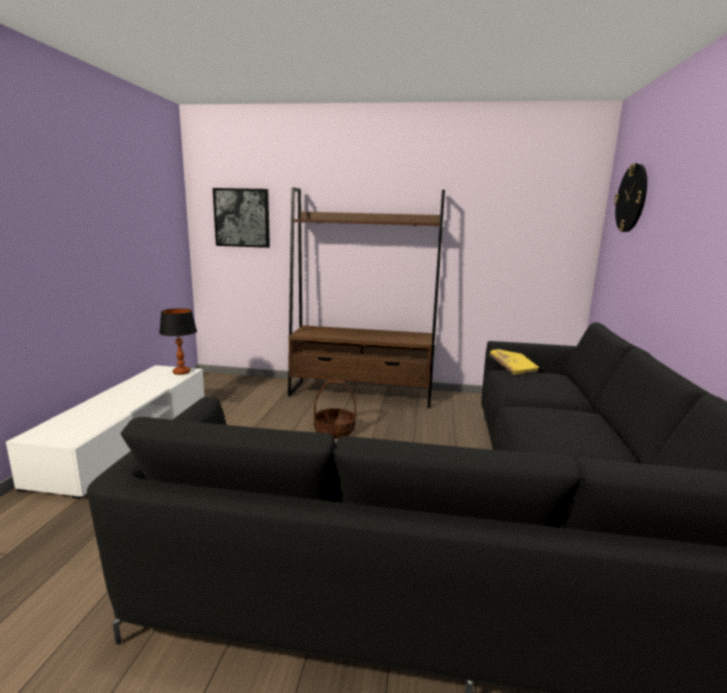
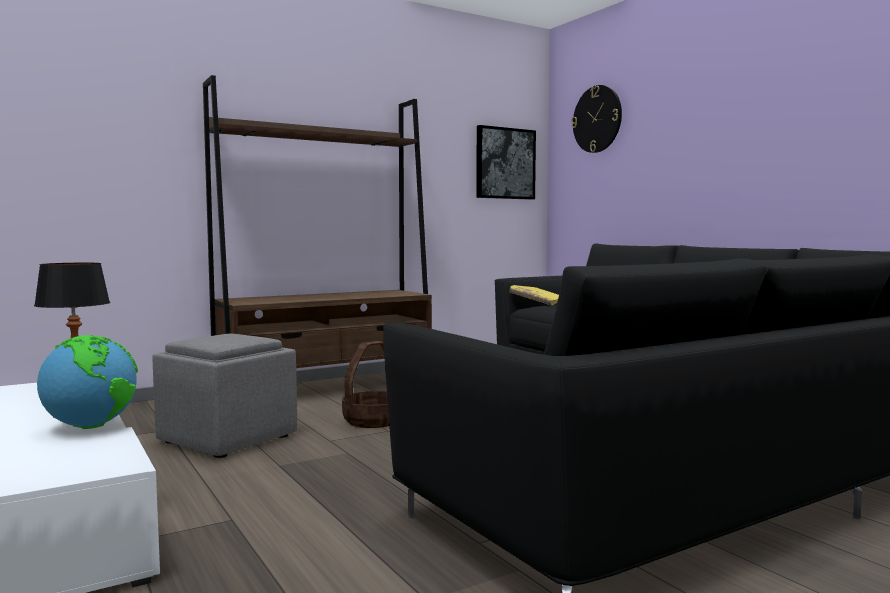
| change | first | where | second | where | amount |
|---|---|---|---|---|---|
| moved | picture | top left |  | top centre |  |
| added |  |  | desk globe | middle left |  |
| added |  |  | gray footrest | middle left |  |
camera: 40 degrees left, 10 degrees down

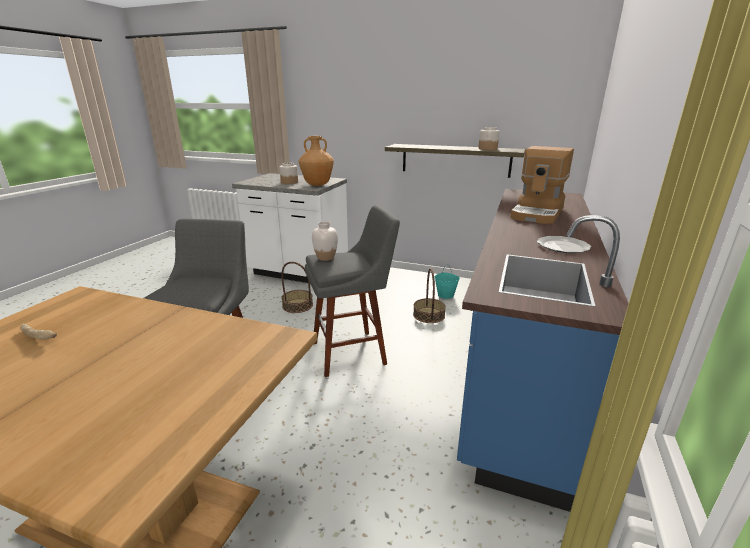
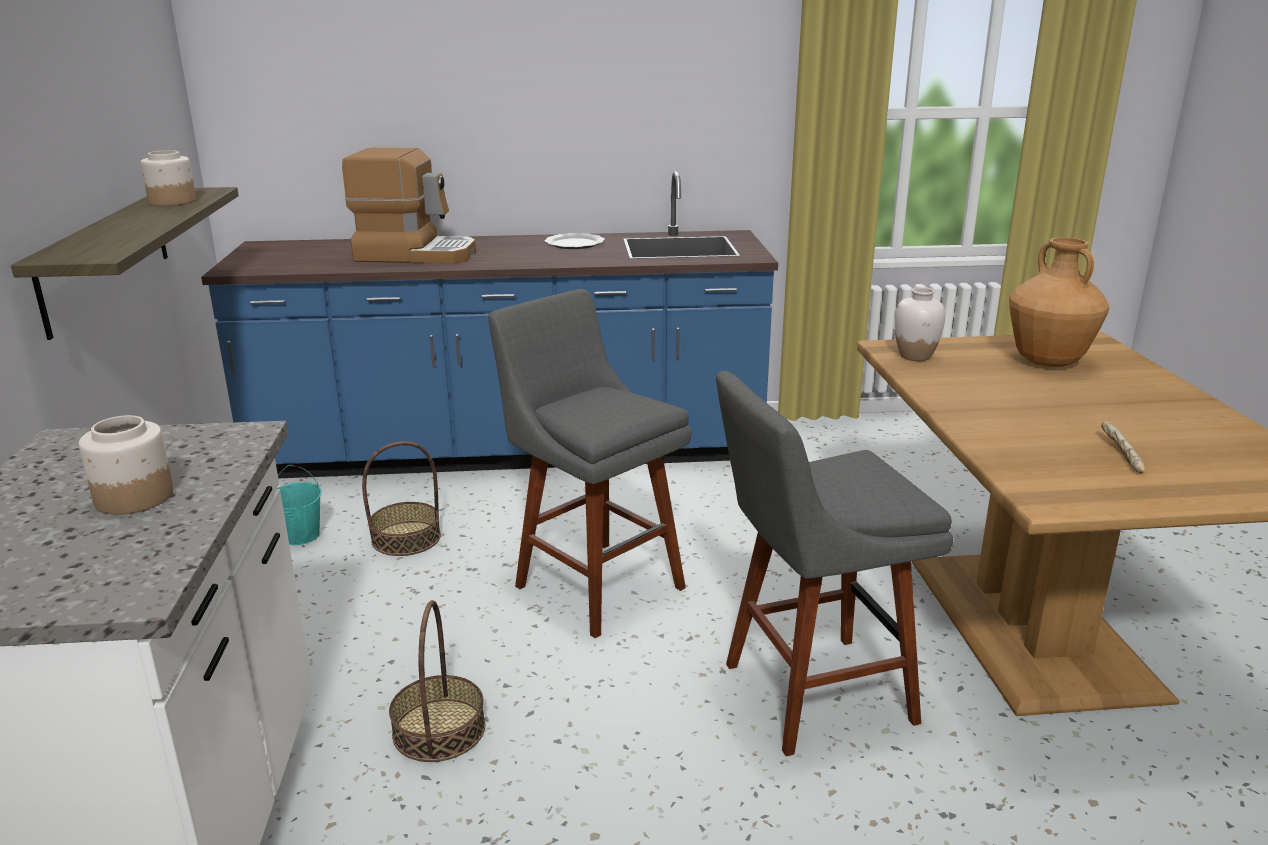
| change | first | where | second | where | amount |
|---|---|---|---|---|---|
| moved | brown-coloured vase | top centre |  | middle right |  |
| moved | white vase | centre |  | middle right |  |
camera: 115 degrees left, 0 degrees up

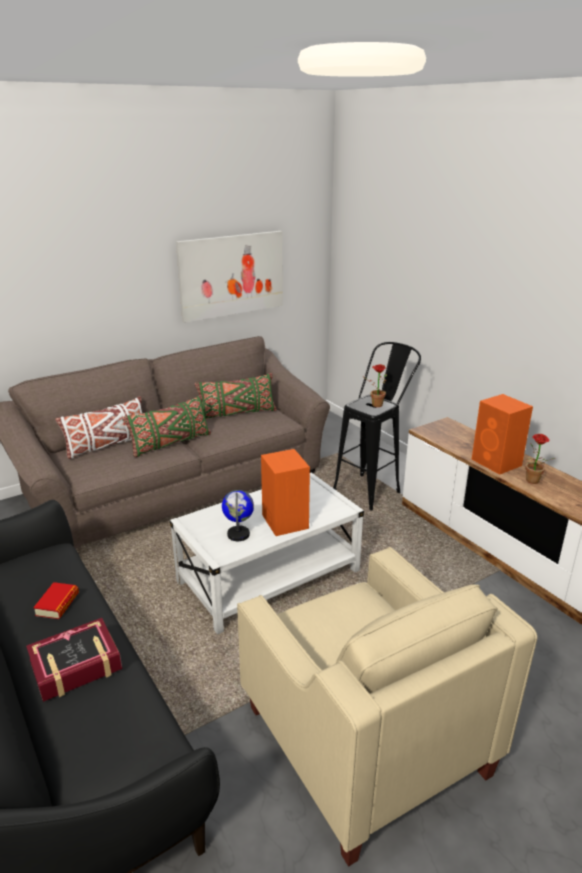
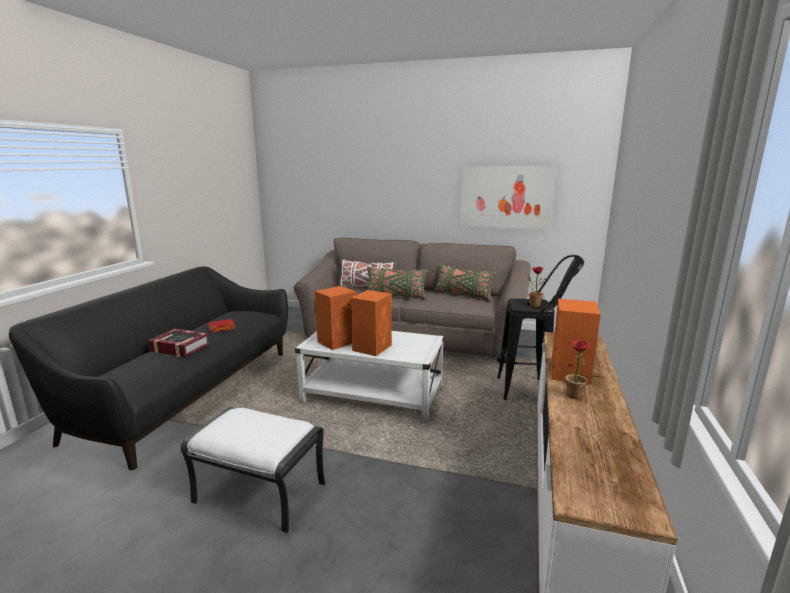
| change | first | where | second | where | amount |
|---|---|---|---|---|---|
| replaced | desk globe | centre | orange-coloured audio speaker (1st from left) | centre |  |
| replaced | beige easy chair | bottom centre | white footrest | bottom left |  |
camera: 50 degrees right, 10 degrees down

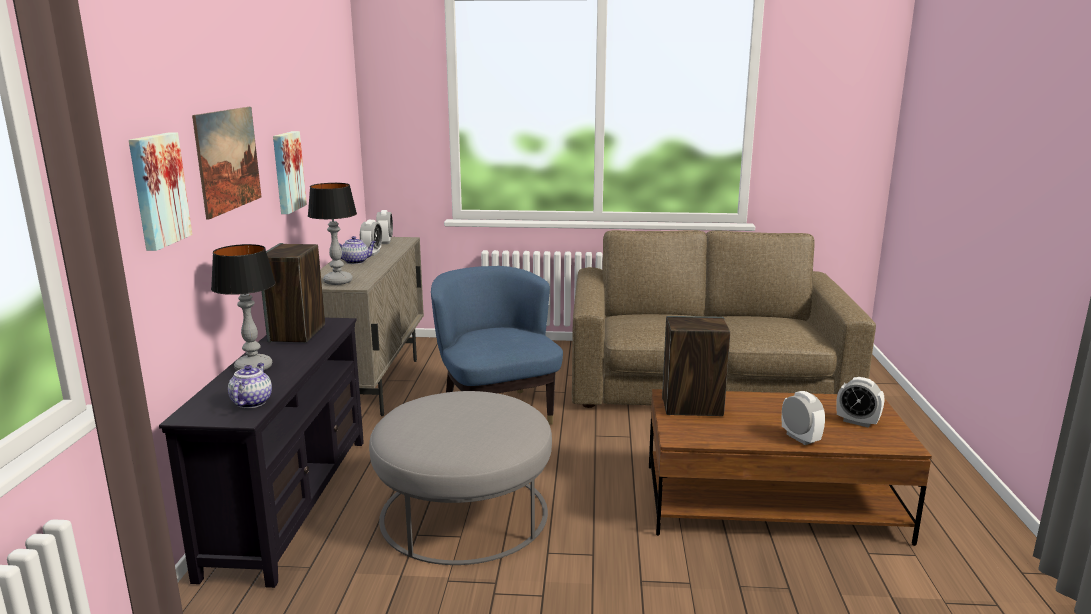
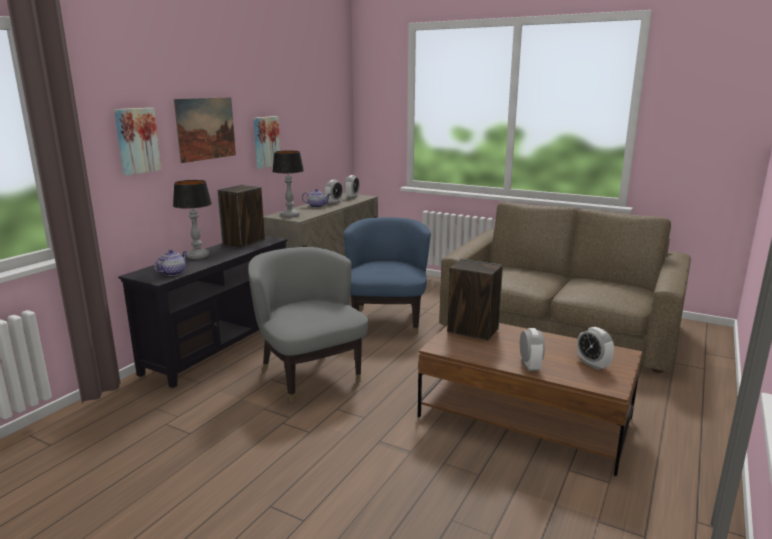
| change | first | where | second | where | amount |
|---|---|---|---|---|---|
| replaced | gray footrest | bottom centre | gray easy chair | centre |  |
camera: 25 degrees right, 0 degrees up

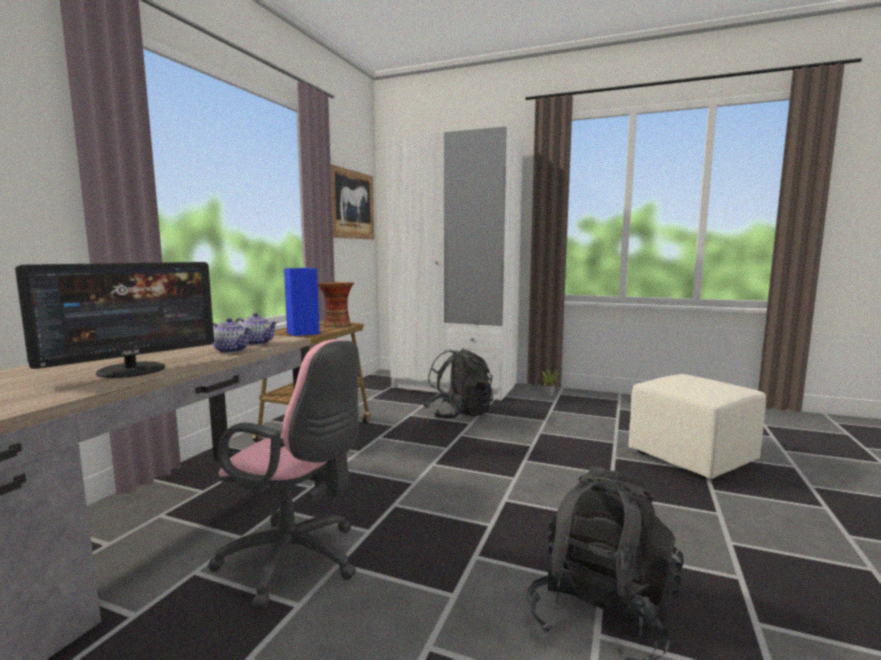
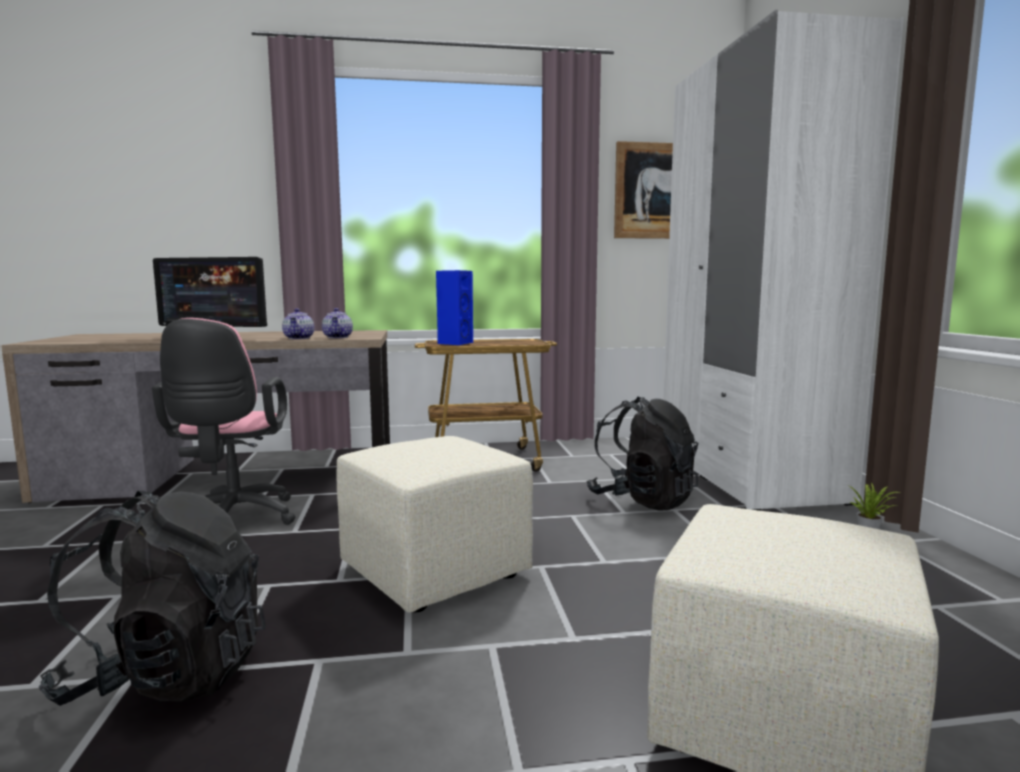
| change | first | where | second | where | amount |
|---|---|---|---|---|---|
| removed | vase | centre |  |  |  |
| added |  |  | beige footrest (1st from left) | bottom centre |  |
camera: 60 degrees right, 0 degrees up

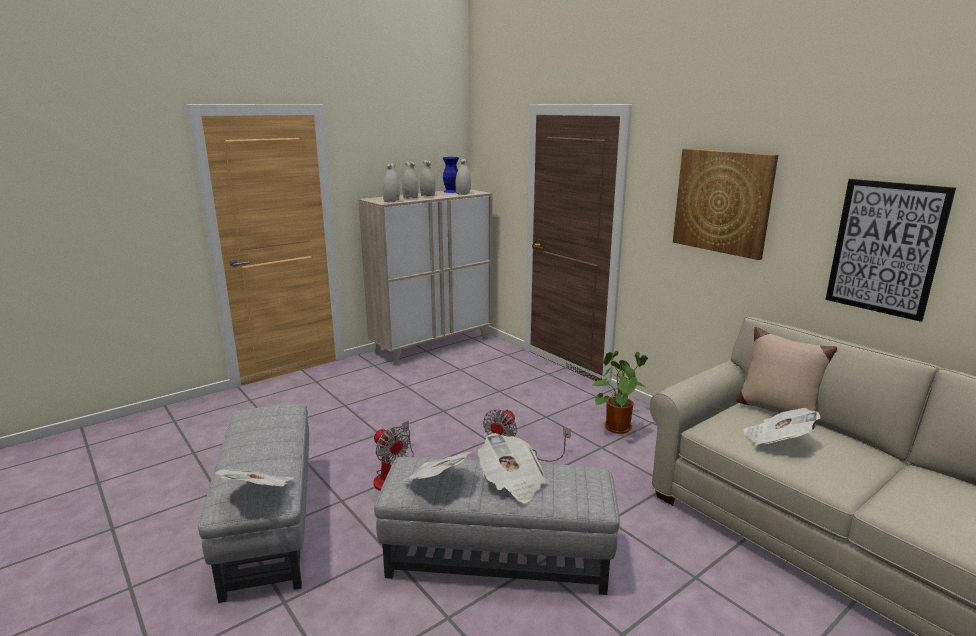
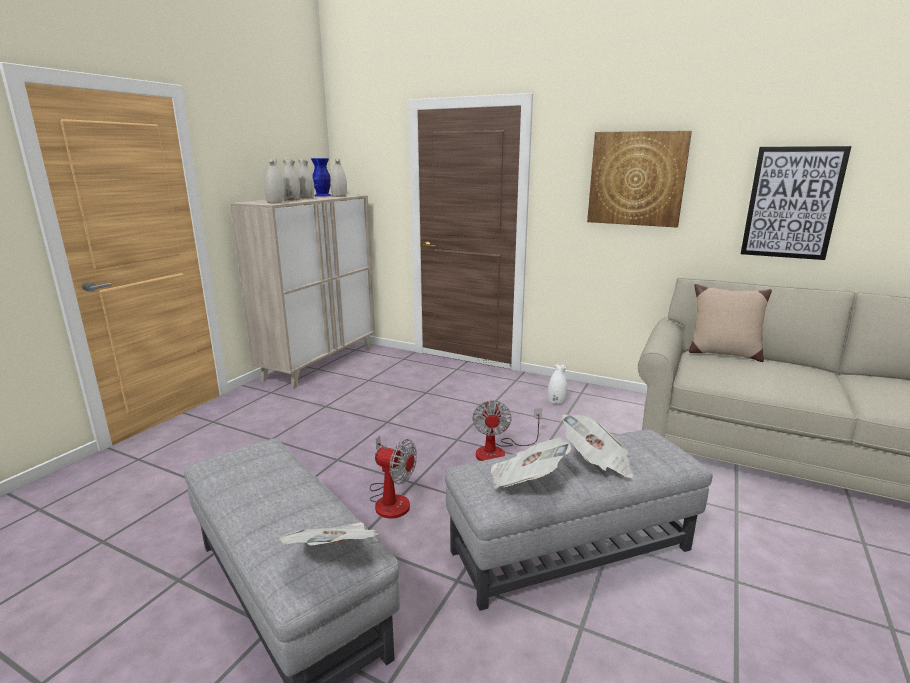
| change | first | where | second | where | amount |
|---|---|---|---|---|---|
| replaced | houseplant | centre | white vase (5th from left) | centre |  |
| removed | printed paper (4th from left) | bottom right |  |  |  |
camera: 25 degrees left, 0 degrees up

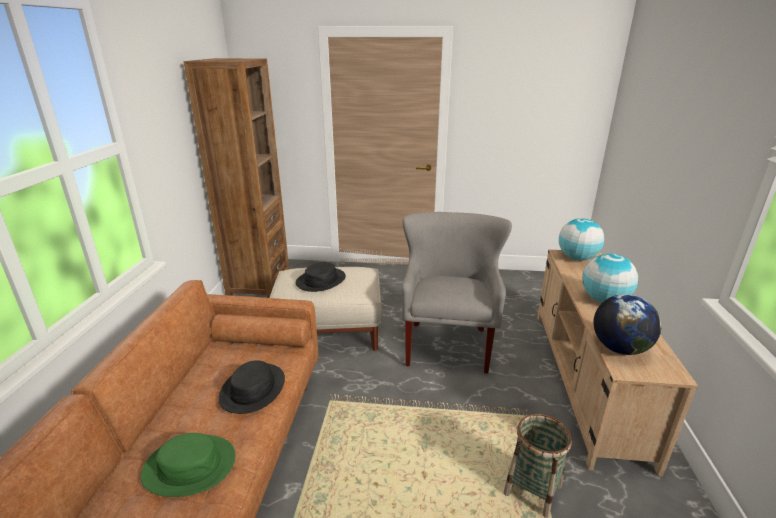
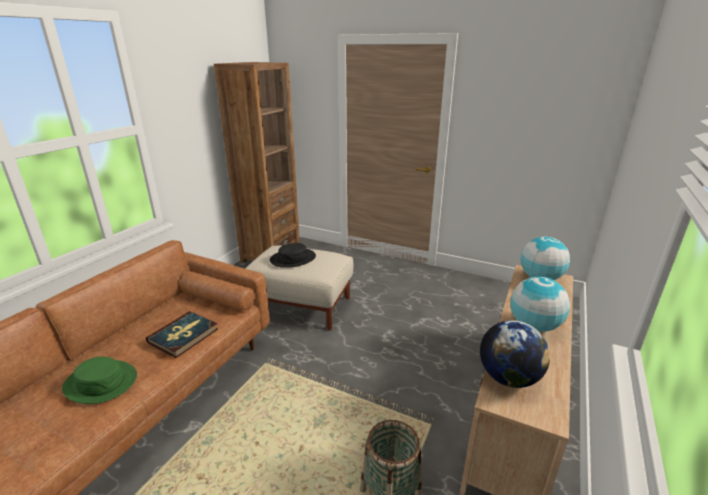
| change | first | where | second | where | amount |
|---|---|---|---|---|---|
| replaced | blackish clothing hat (1st from left) | bottom left | volume | bottom left |  |
| removed | gray easy chair | centre |  |  |  |
camera: 20 degrees right, 0 degrees up

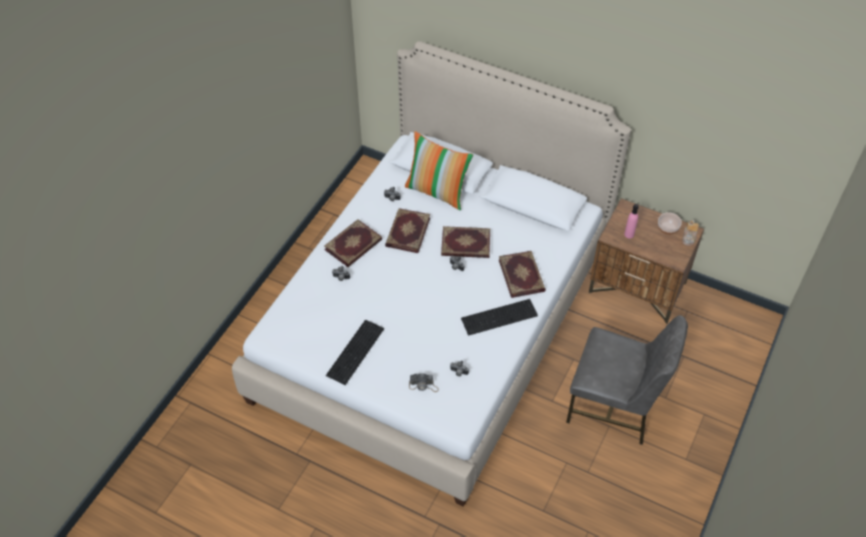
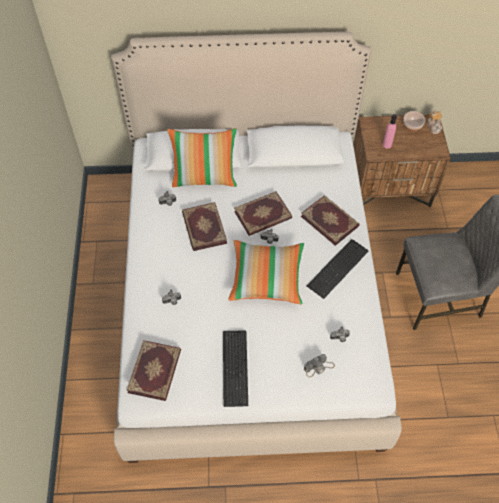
| change | first | where | second | where | amount |
|---|---|---|---|---|---|
| moved | volume (1st from left) | centre |  | bottom left |  |
| added |  |  | throw pillow (2nd from left) | centre |  |
camera: 30 degrees left, 5 degrees up

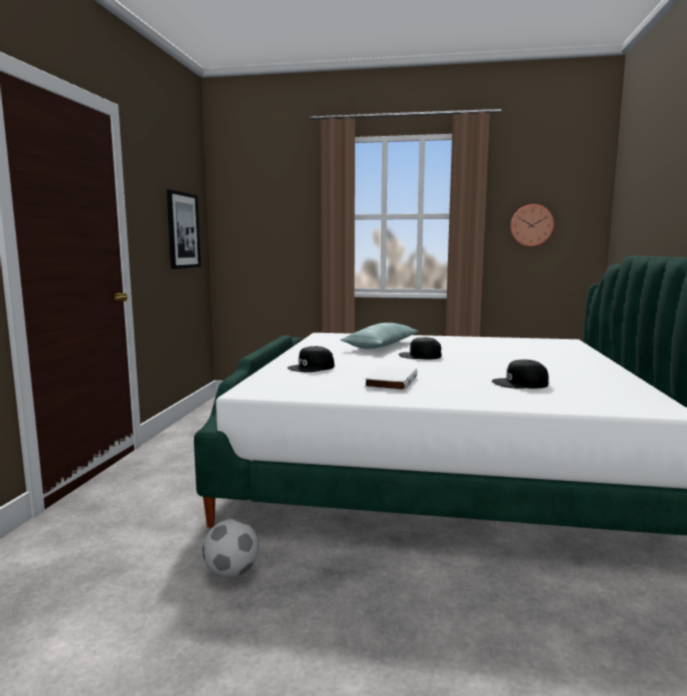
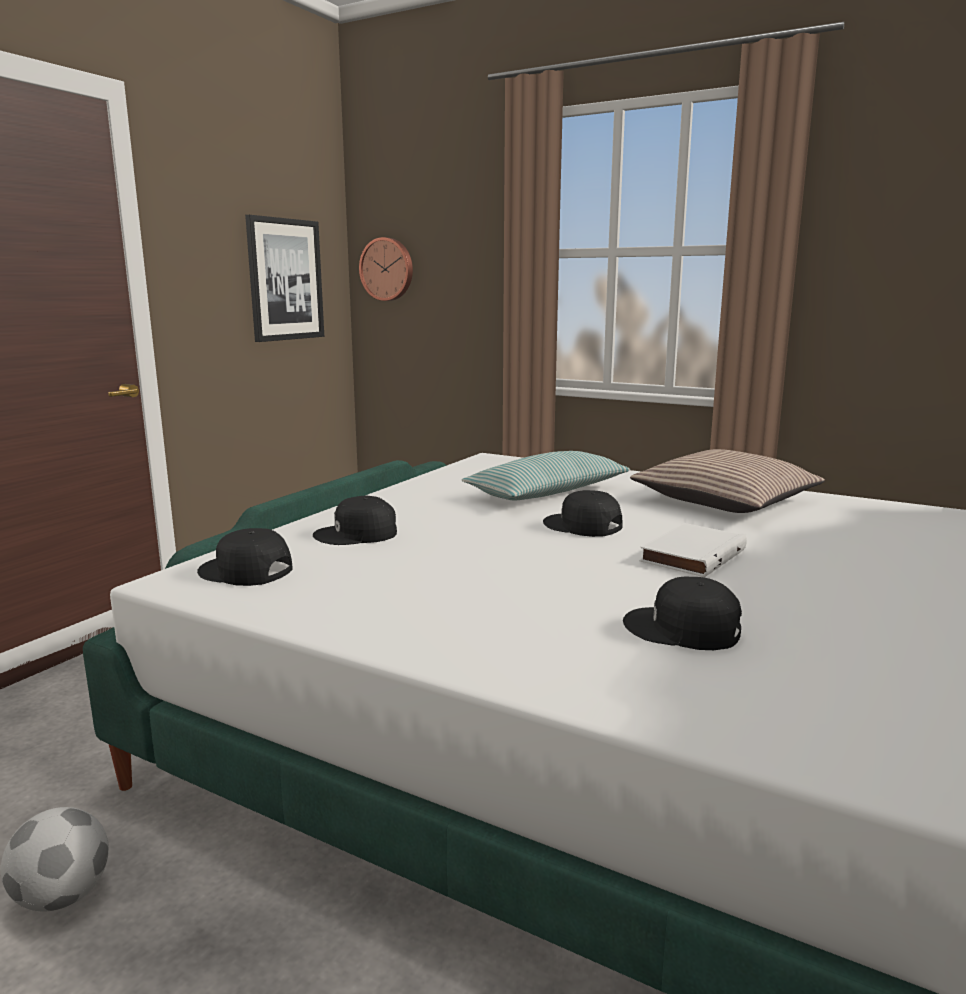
| change | first | where | second | where | amount |
|---|---|---|---|---|---|
| moved | white volume | centre |  | middle right |  |
| moved | clock on the wall | top right |  | top centre |  |
| added |  |  | blackish baseball cap (1st from left) | middle left |  |
| added |  |  | throw pillow (2nd from left) | middle right |  |
camera: 20 degrees right, 5 degrees up

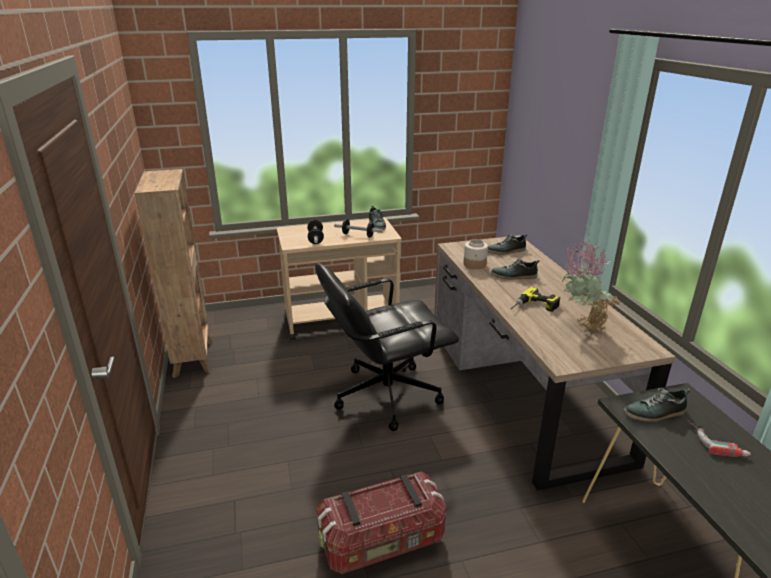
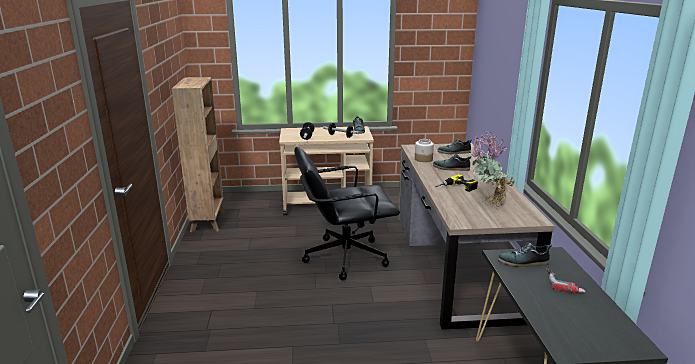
| change | first | where | second | where | amount |
|---|---|---|---|---|---|
| removed | storage bin | bottom centre |  |  |  |
camera: 10 degrees right, 5 degrees down

